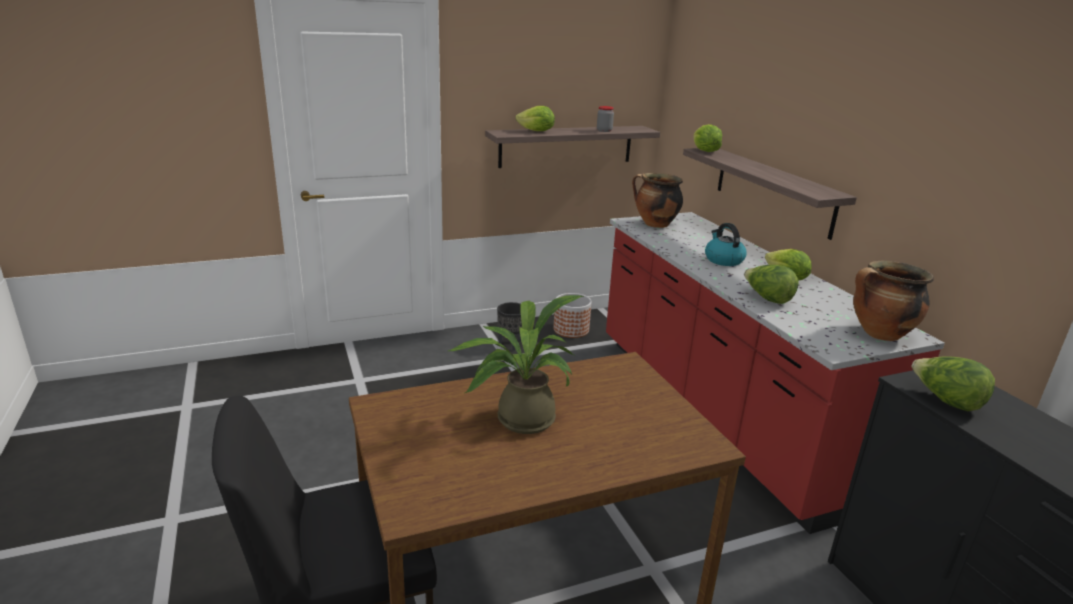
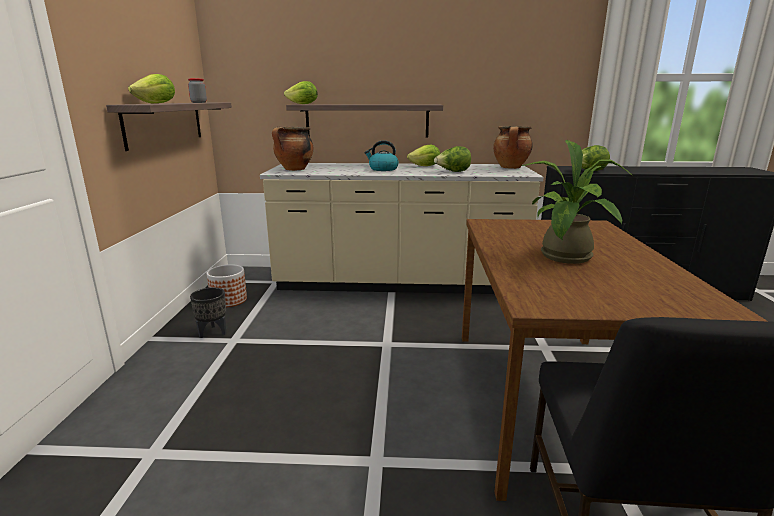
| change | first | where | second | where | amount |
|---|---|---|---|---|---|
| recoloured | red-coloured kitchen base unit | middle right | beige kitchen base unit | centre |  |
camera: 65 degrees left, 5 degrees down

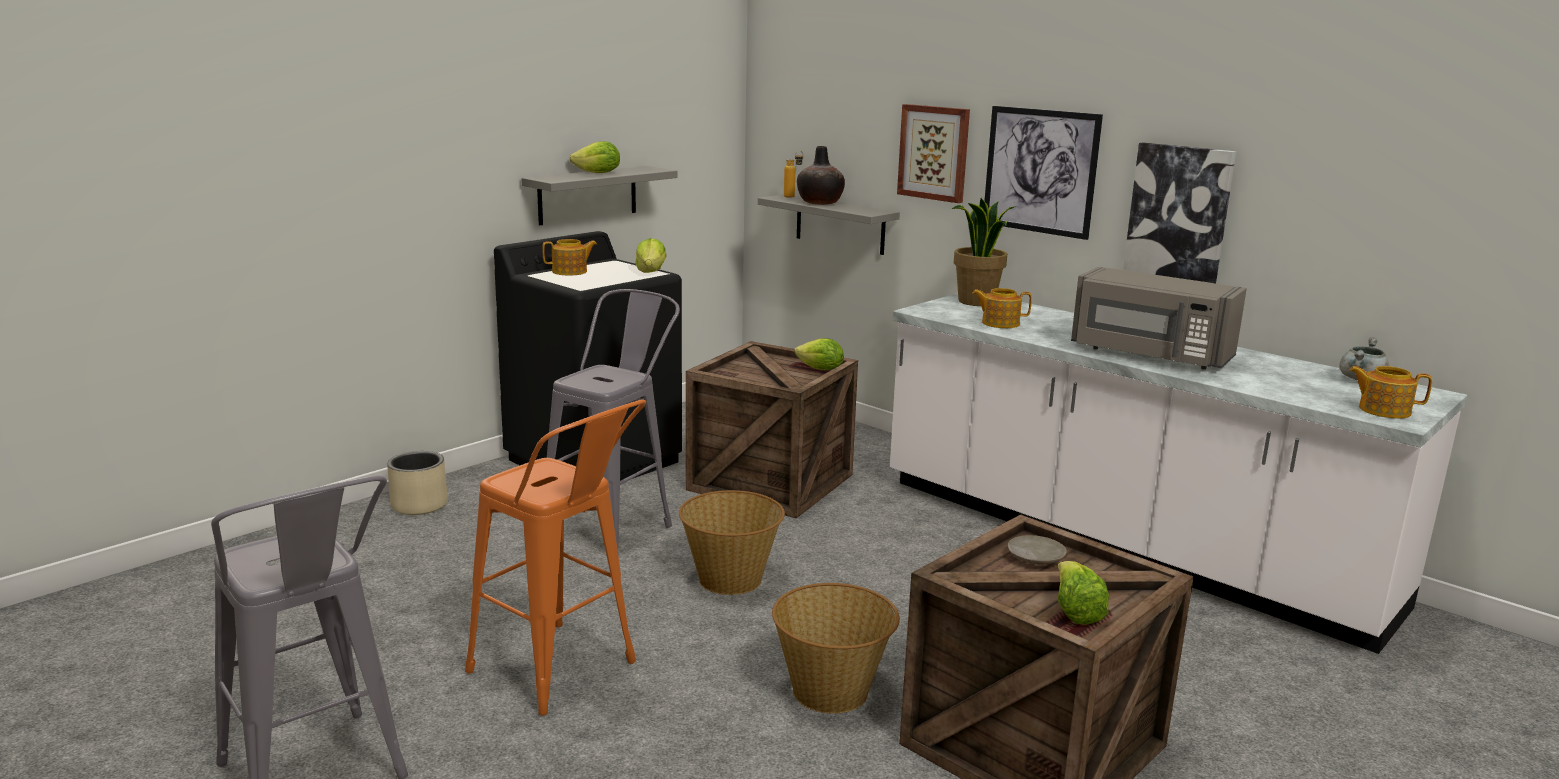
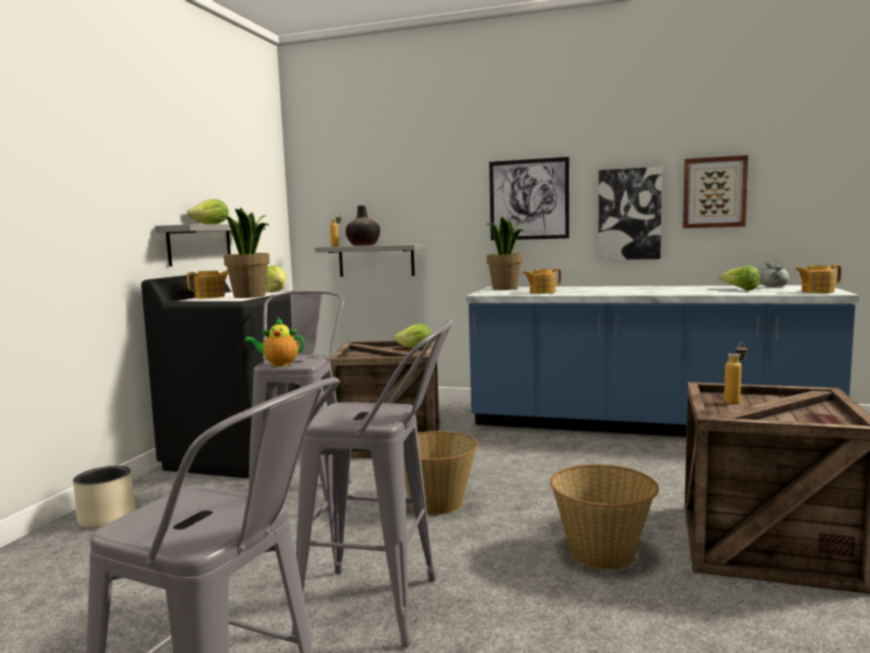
| change | first | where | second | where | amount |
|---|---|---|---|---|---|
| recoloured | orange-coloured stool seat | bottom centre | gray stool seat (3rd from left) | bottom centre |  |
| recoloured | white kitchen base unit | middle right | blue-coloured kitchen base unit | middle right |  |
| moved | picture (1st from left in the first image) | top centre | picture (3rd from left) | top right |  |
| replaced | beige dinner plate | bottom centre | drink bottle (2nd from left) | middle right |  |
| moved | lettuce head (4th from left) | bottom right |  | middle right |  |
| removed | gray kitchen microwave | middle right |  |  |  |
| added |  |  | houseplant (1st from left) | middle left |  |
| added |  |  | tea pot (2nd from left) | middle left |  |
camera: 25 degrees left, 10 degrees down

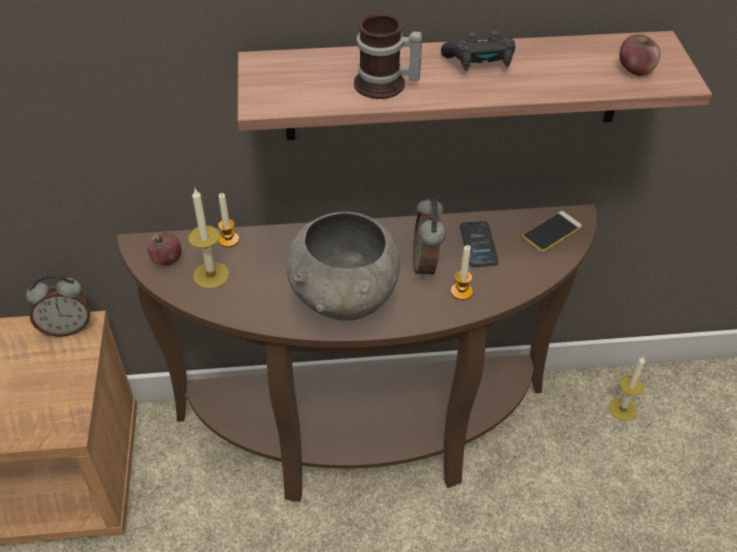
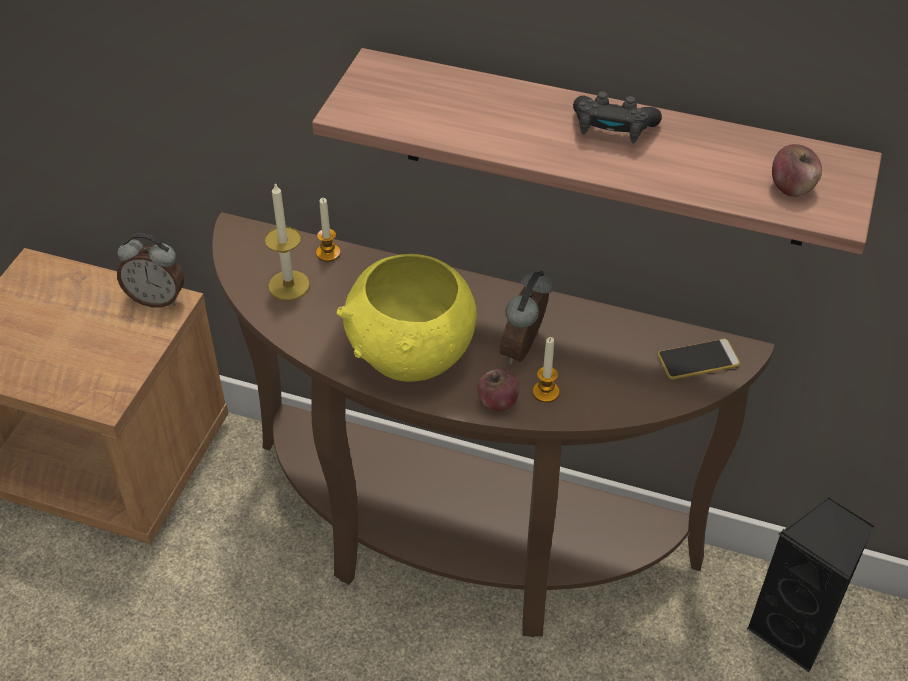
| change | first | where | second | where | amount |
|---|---|---|---|---|---|
| moved | apple fruit (1st from left) | middle left |  | centre |  |
| recoloured | gray serving bowl | centre | yellow-coloured serving bowl | centre |  |
| removed | tea mug | top centre |  |  |  |
| removed | telephone (1st from left) | centre |  |  |  |
| replaced | wax candle (4th from left) | bottom right | blackish audio speaker | bottom right |  |
camera: 25 degrees right, 0 degrees up

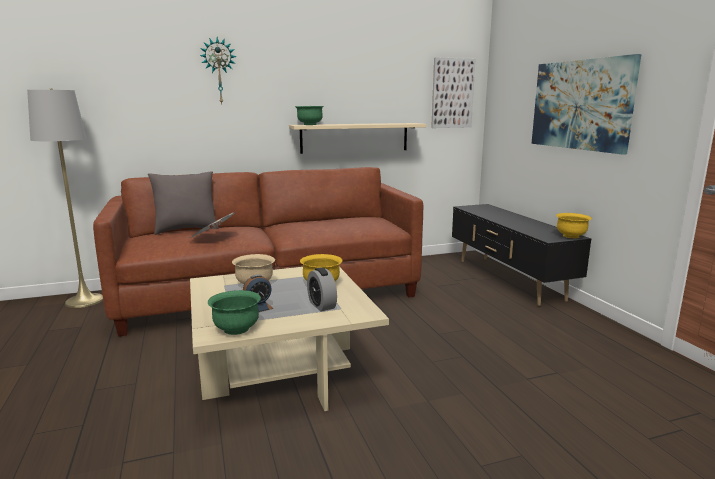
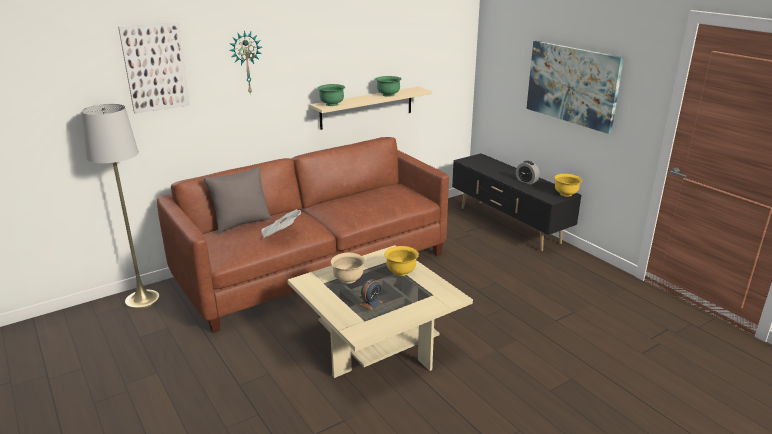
| change | first | where | second | where | amount |
|---|---|---|---|---|---|
| moved | green-coloured serving bowl (1st from left in the first image) | middle left | green-coloured serving bowl (2nd from left) | top centre |  |
| moved | bedside clock (2nd from left) | centre |  | middle right |  |
| moved | picture (1st from left) | top centre |  | top left |  |
camera: 15 degrees left, 10 degrees up

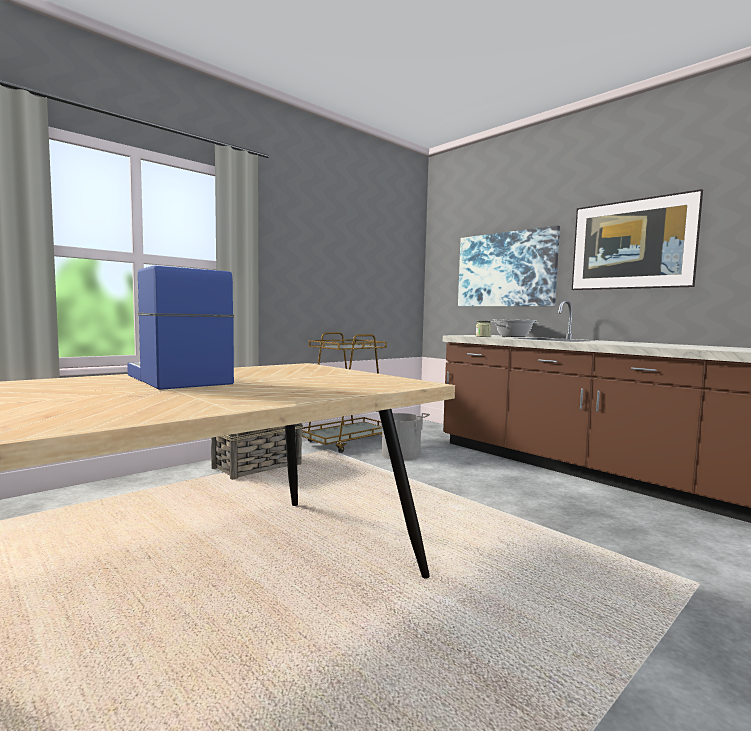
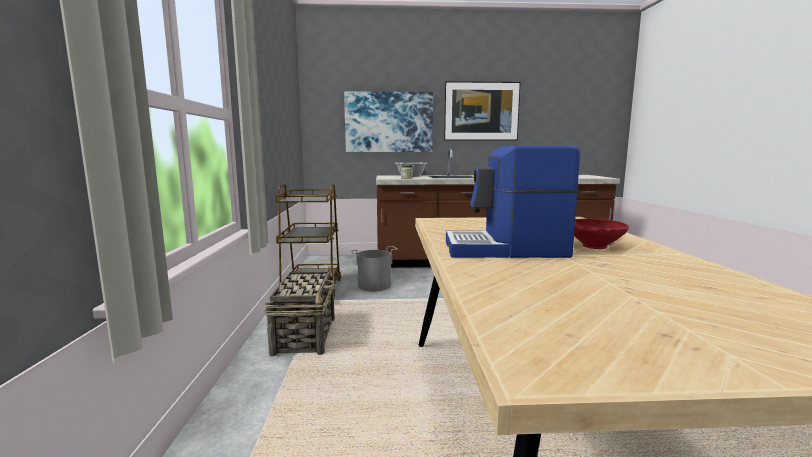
| change | first | where | second | where | amount |
|---|---|---|---|---|---|
| added |  |  | red-coloured serving bowl | middle right |  |
camera: 50 degrees left, 5 degrees up

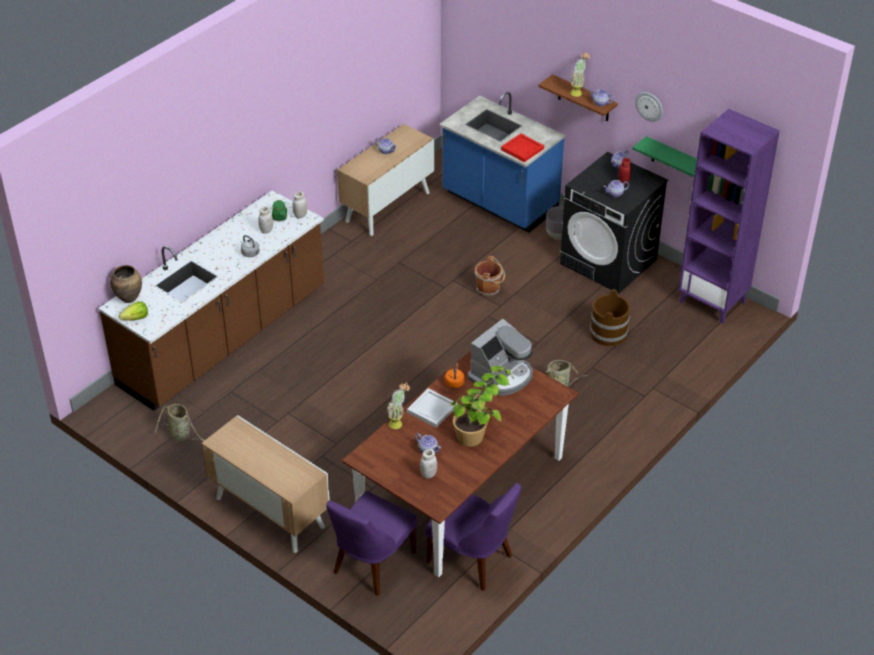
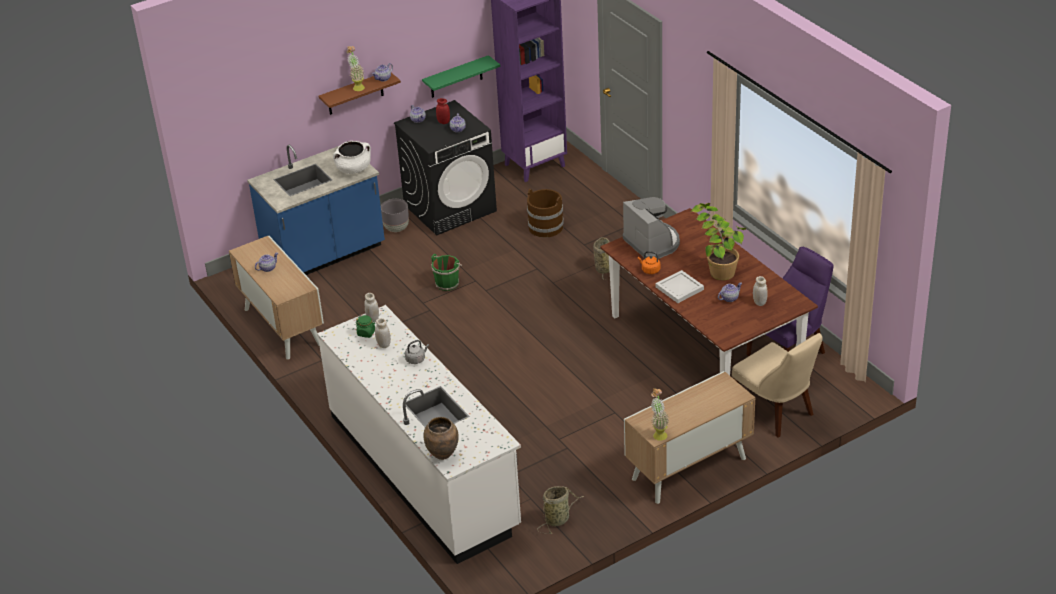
| change | first | where | second | where | amount |
|---|---|---|---|---|---|
| recoloured | brown-coloured kitchen base unit | middle left | white kitchen base unit | bottom centre |  |
| removed | lettuce head | middle left |  |  |  |
| recoloured | purplish upright chair (1st from left) | bottom centre | beige upright chair | middle right |  |
| moved | houseplant (1st from left in the first image) | centre | houseplant (2nd from left) | bottom centre |  |
| recoloured | brown-coloured water bucket (1st from left) | centre | green-coloured water bucket | centre |  |
| replaced | red-coloured tray | top centre | white cooking pot | top centre |  |
| removed | clock on the wall | top right |  |  |  |
camera: 70 degrees left, 5 degrees down

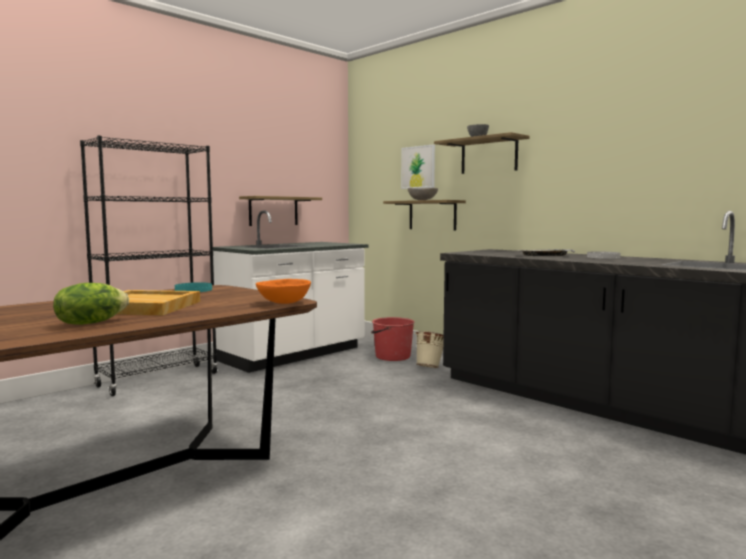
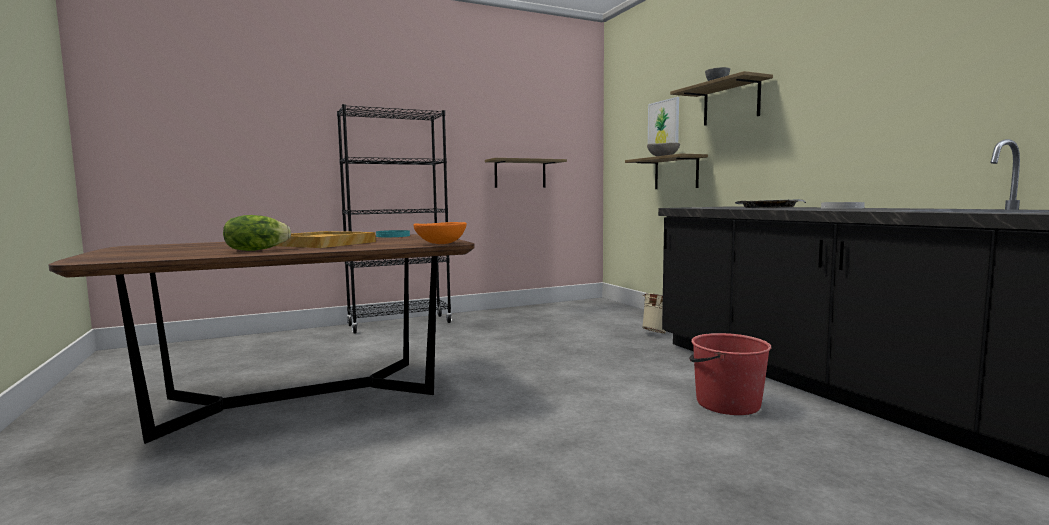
| change | first | where | second | where | amount |
|---|---|---|---|---|---|
| removed | white kitchen base unit | centre |  |  |  |
| moved | red-coloured water bucket | centre |  | bottom right |  |
camera: 20 degrees right, 0 degrees up

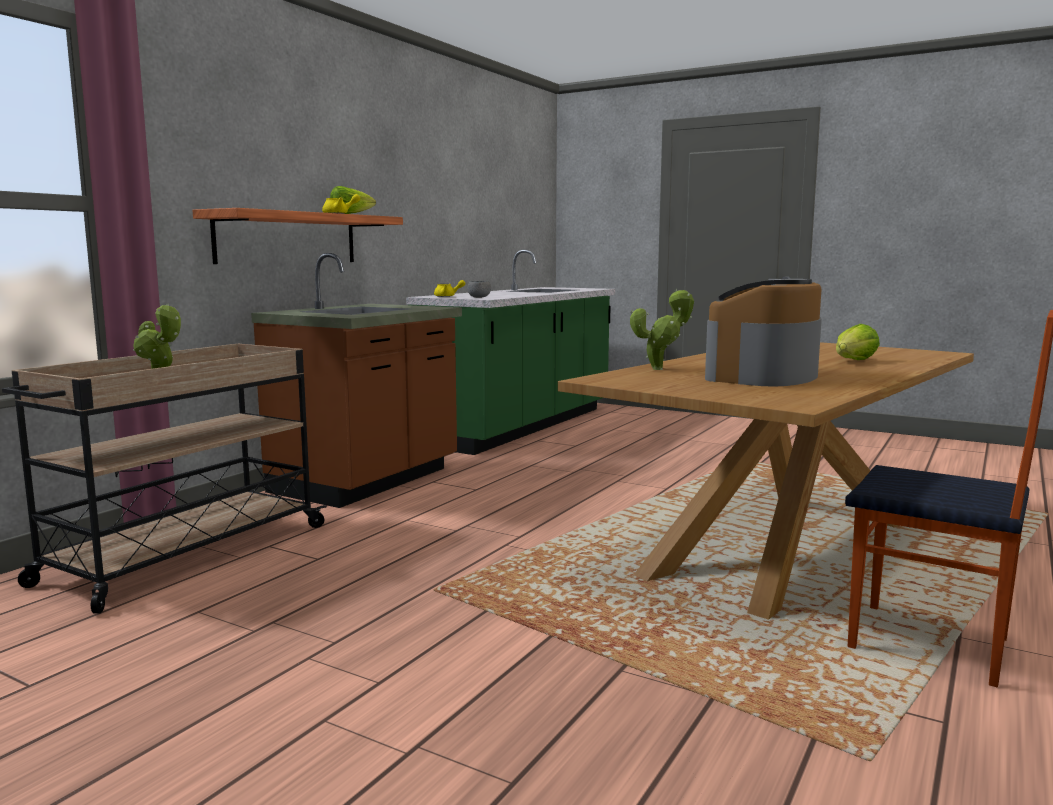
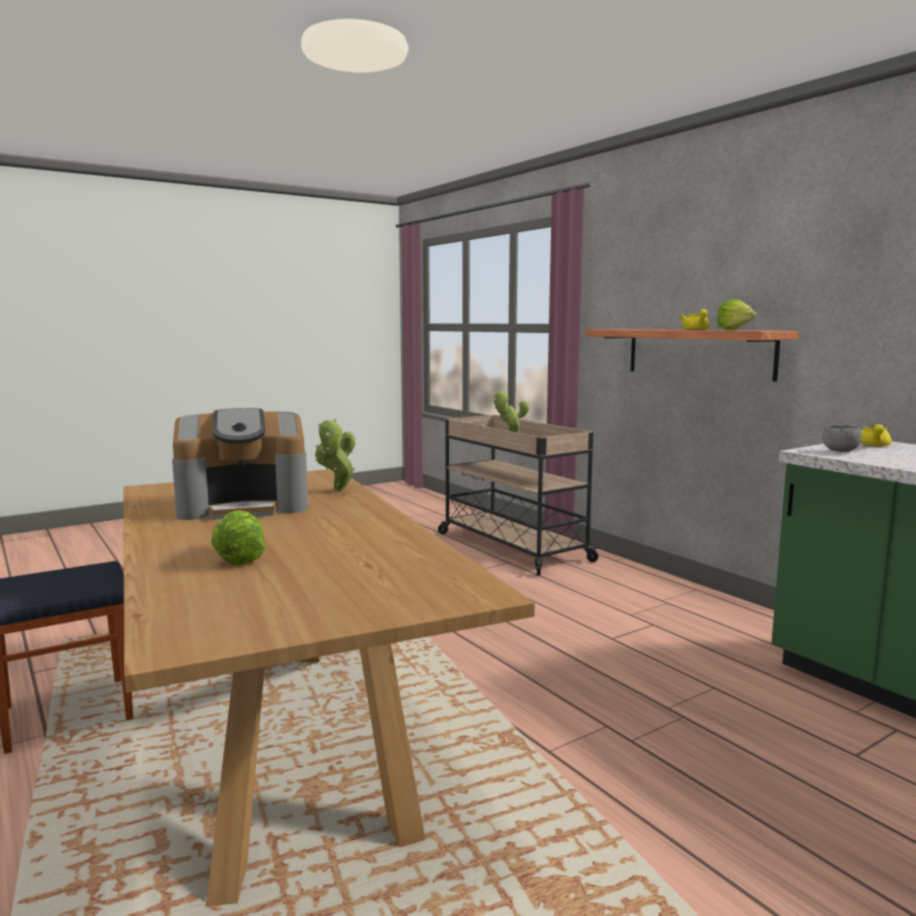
| change | first | where | second | where | amount |
|---|---|---|---|---|---|
| removed | brown-coloured kitchen base unit | centre |  |  |  |
| turned | coffee brewer | middle right |  | middle left | 105 degrees clockwise |
camera: 115 degrees right, 0 degrees up

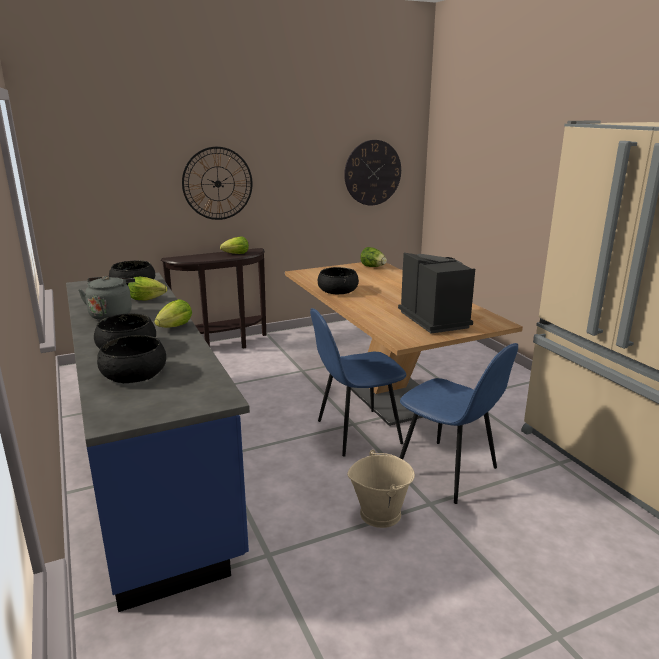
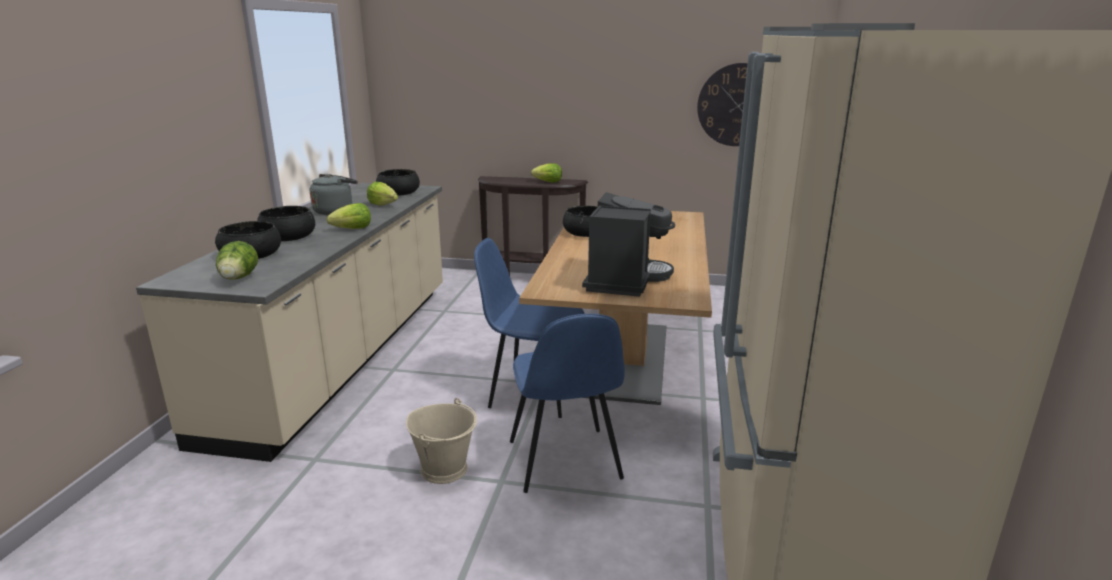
| change | first | where | second | where | amount |
|---|---|---|---|---|---|
| recoloured | blue-coloured kitchen base unit | bottom left | beige kitchen base unit | middle left |  |
| removed | clock on the wall (1st from left) | top left |  |  |  |
| moved | lettuce head (4th from left in the first image) | centre | lettuce head (1st from left) | middle left |  |
camera: 35 degrees right, 0 degrees up

